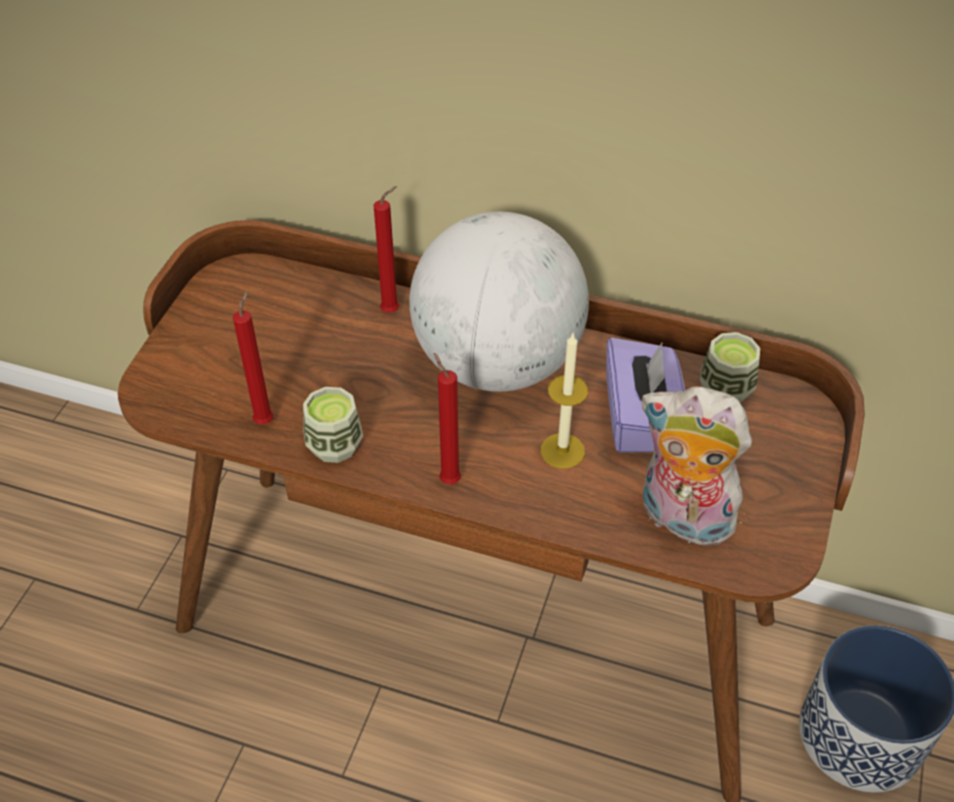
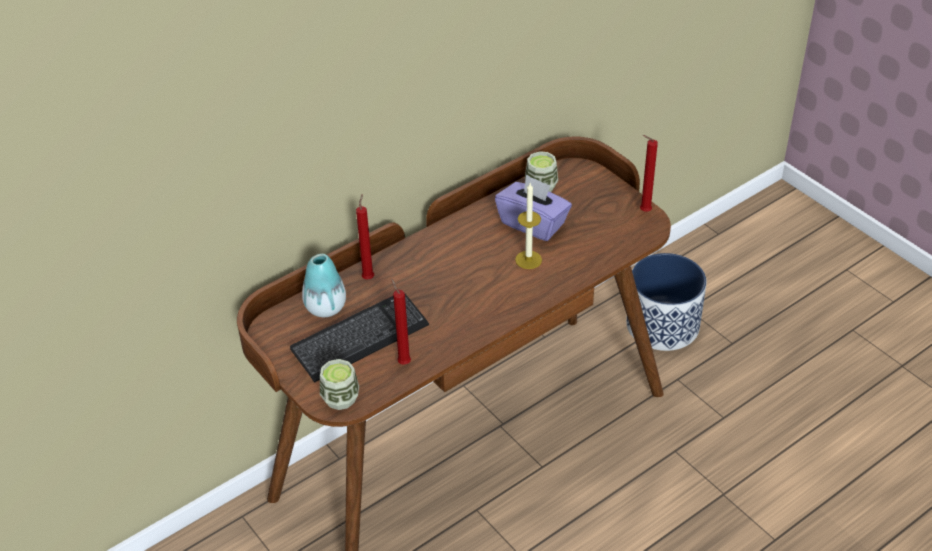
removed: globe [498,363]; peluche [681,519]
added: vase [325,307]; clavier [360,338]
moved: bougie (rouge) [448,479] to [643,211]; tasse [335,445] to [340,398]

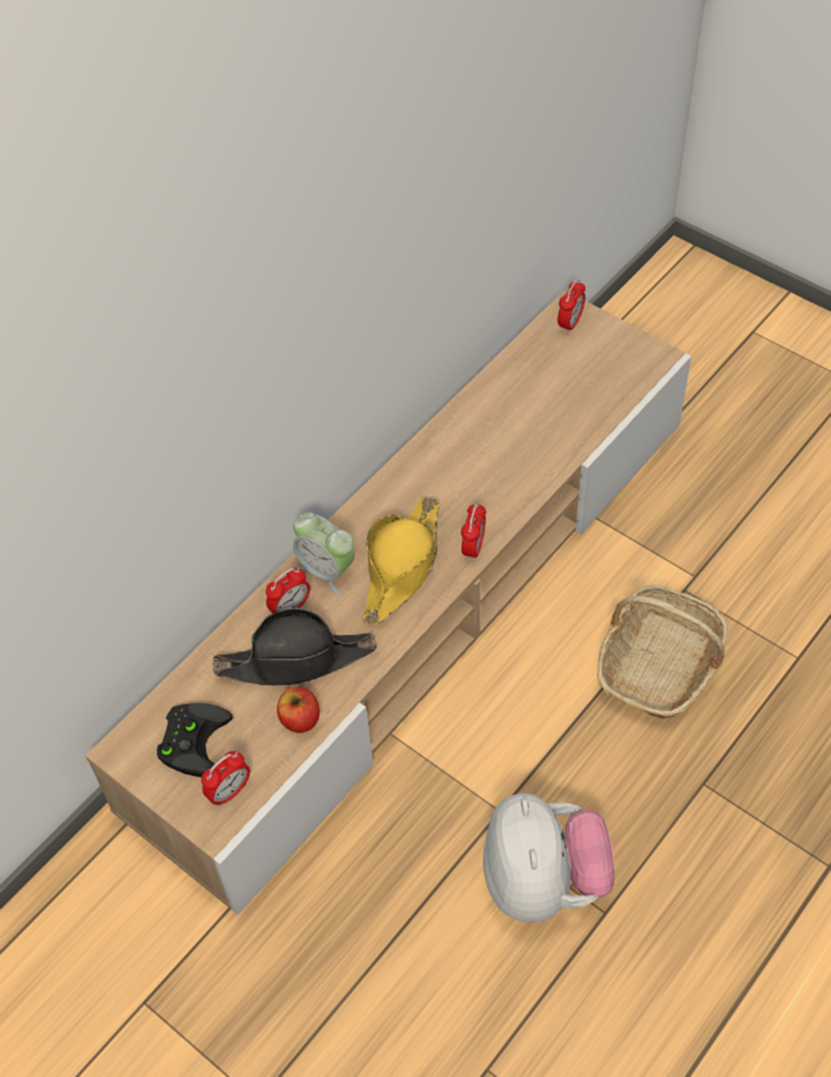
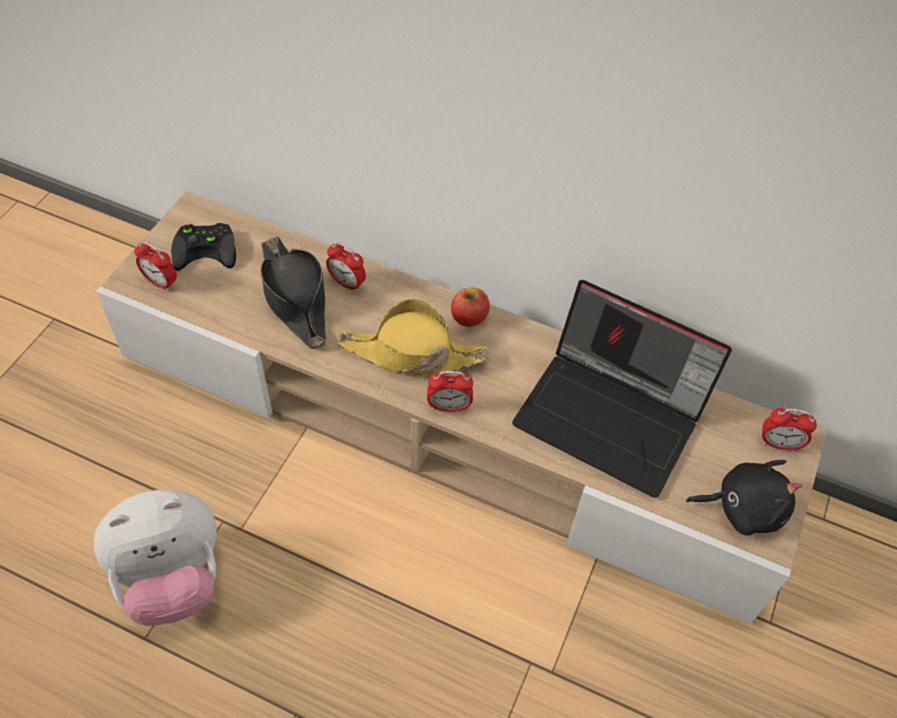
removed: réveil [326,570]; panier [658,666]
added: ordinateur portable [612,416]; peluche (noir) [743,508]
moved: pomme [300,719] to [469,317]

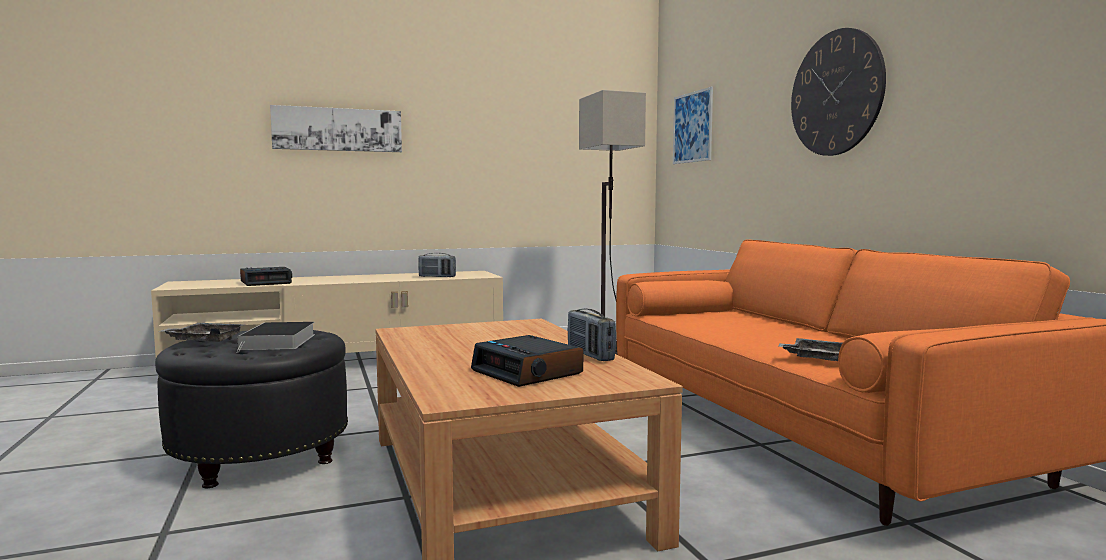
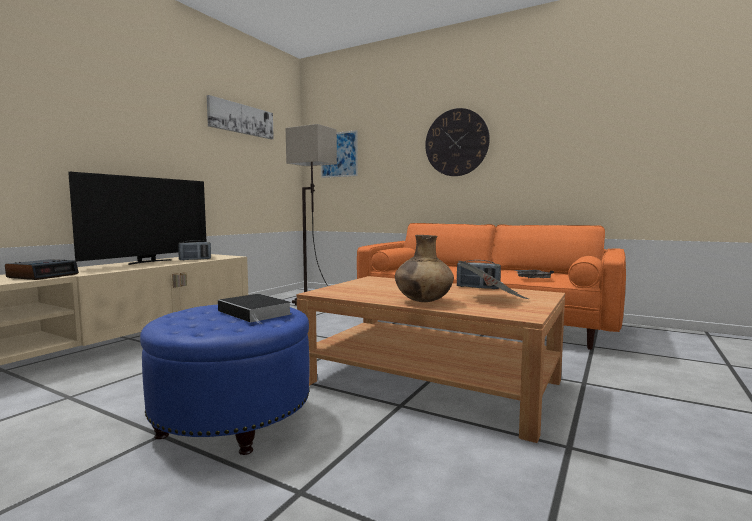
removed: plateau (gris) [205,341]
added: téléviseur [148,262]; vase (marron) [423,301]
moved: tableau [338,129] to [241,119]
replaced: réveil [528,372] to journal [492,299]
recoloured: pouf (noir) [260,456] to pouf (bleu) [233,420]

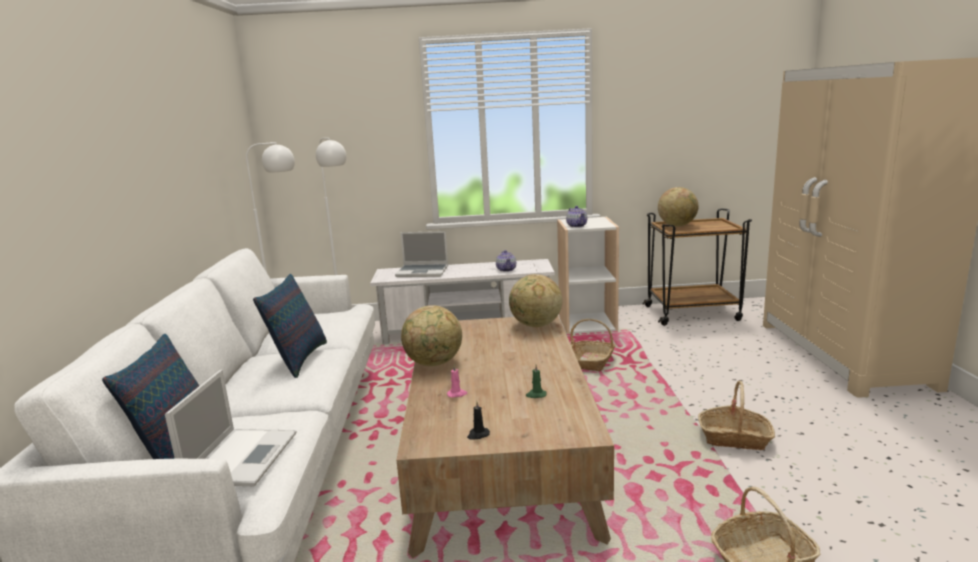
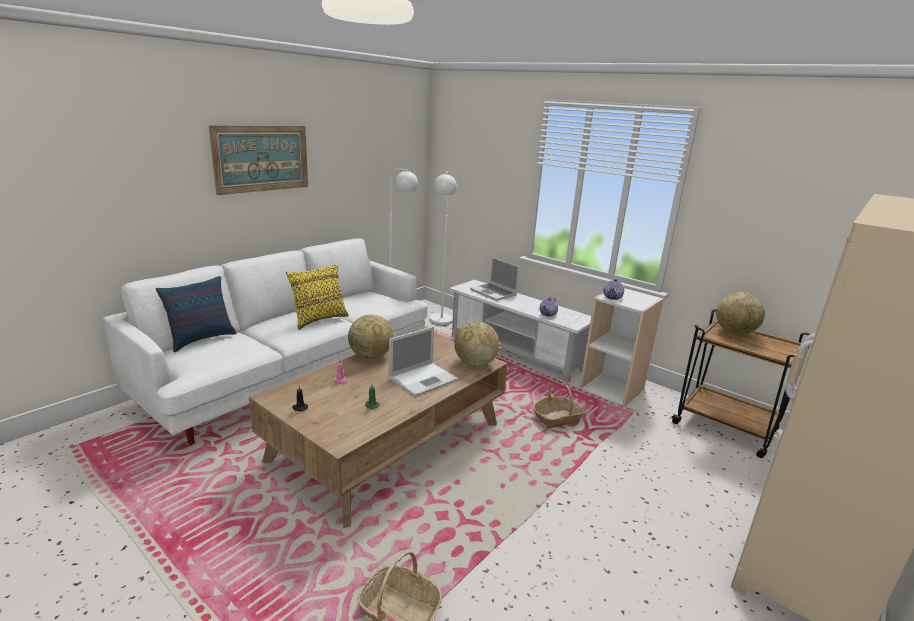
removed: panier [734,438]
added: tableau [262,158]
moved: ordinateur portable [242,456] to [424,378]
recoloured: coussin (bleu) [299,359] to coussin (jaune) [320,320]

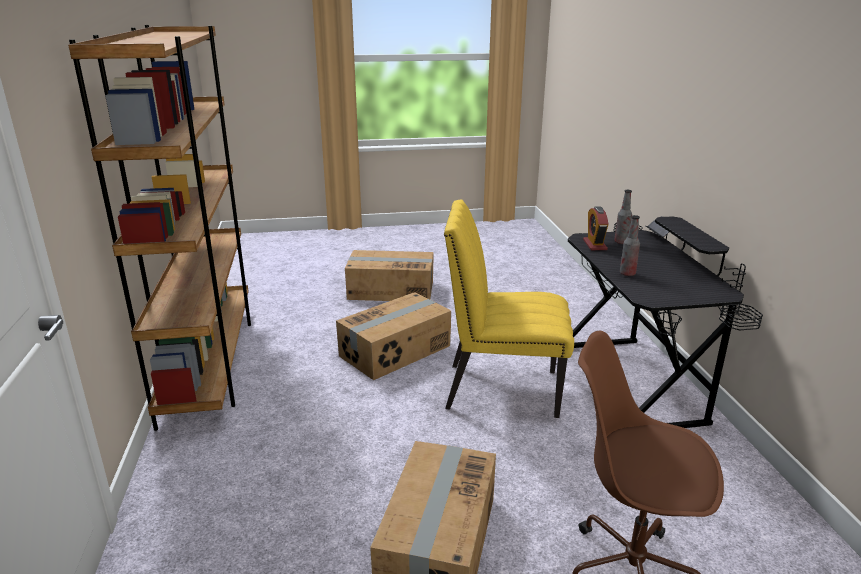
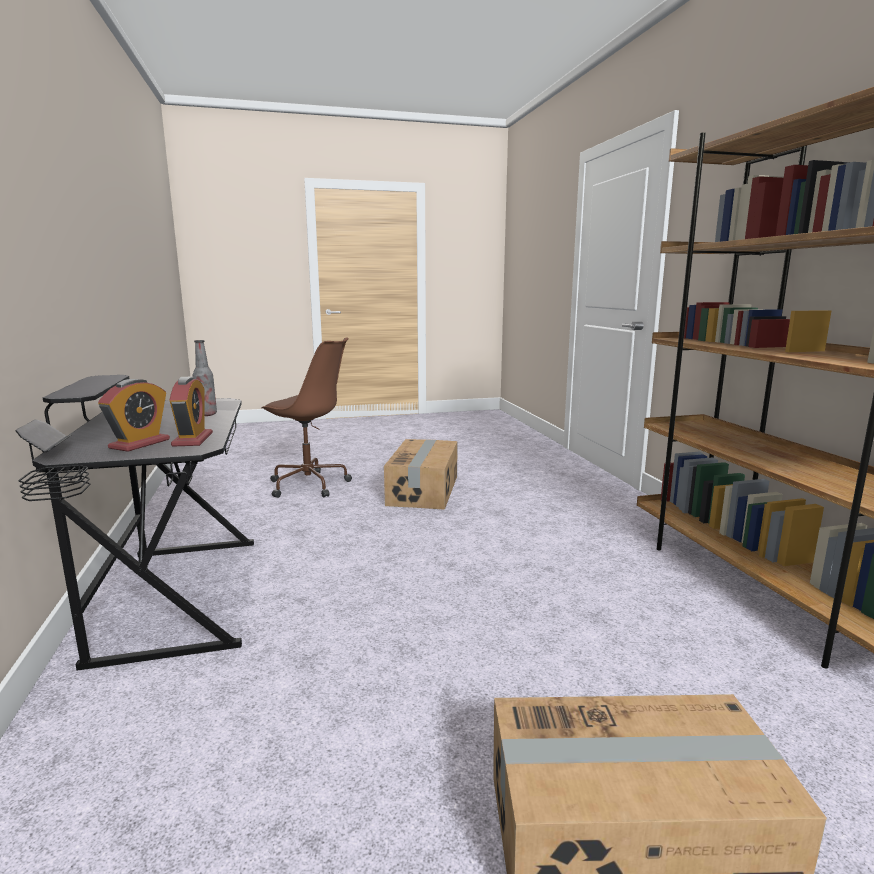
removed: chaise (jaune) [503,389]; carton [396,351]
replaced: bouteille [621,242] to réveil [140,444]

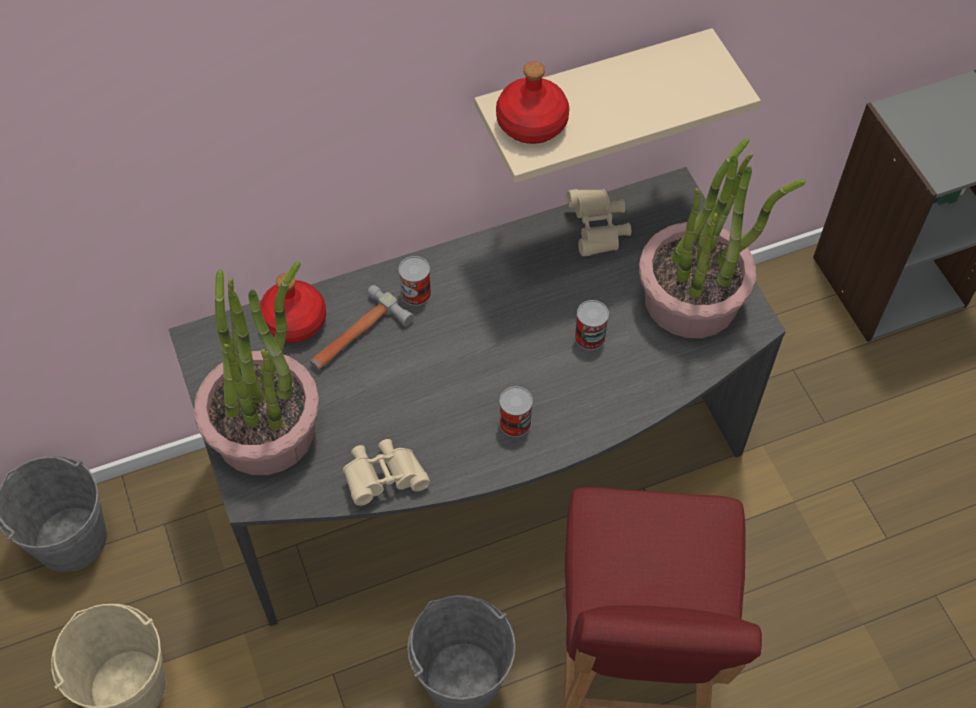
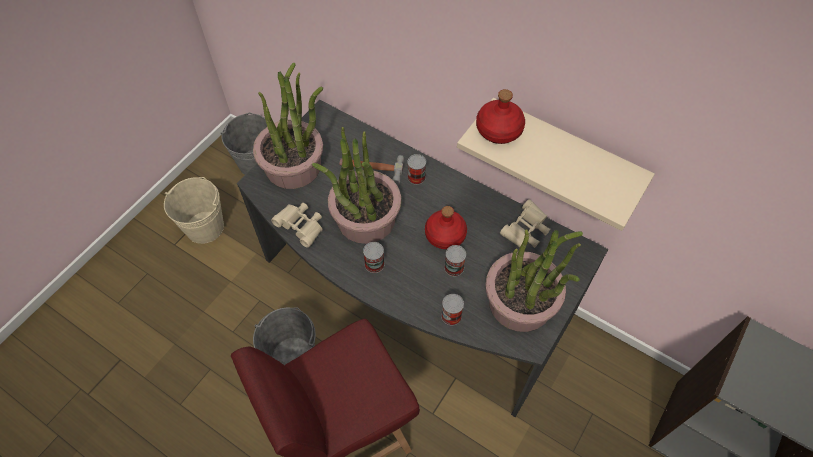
added: plante en pot [365,218]; boîte métallique [451,315]
moved: bouteille (rouge) [293,321] to [444,235]

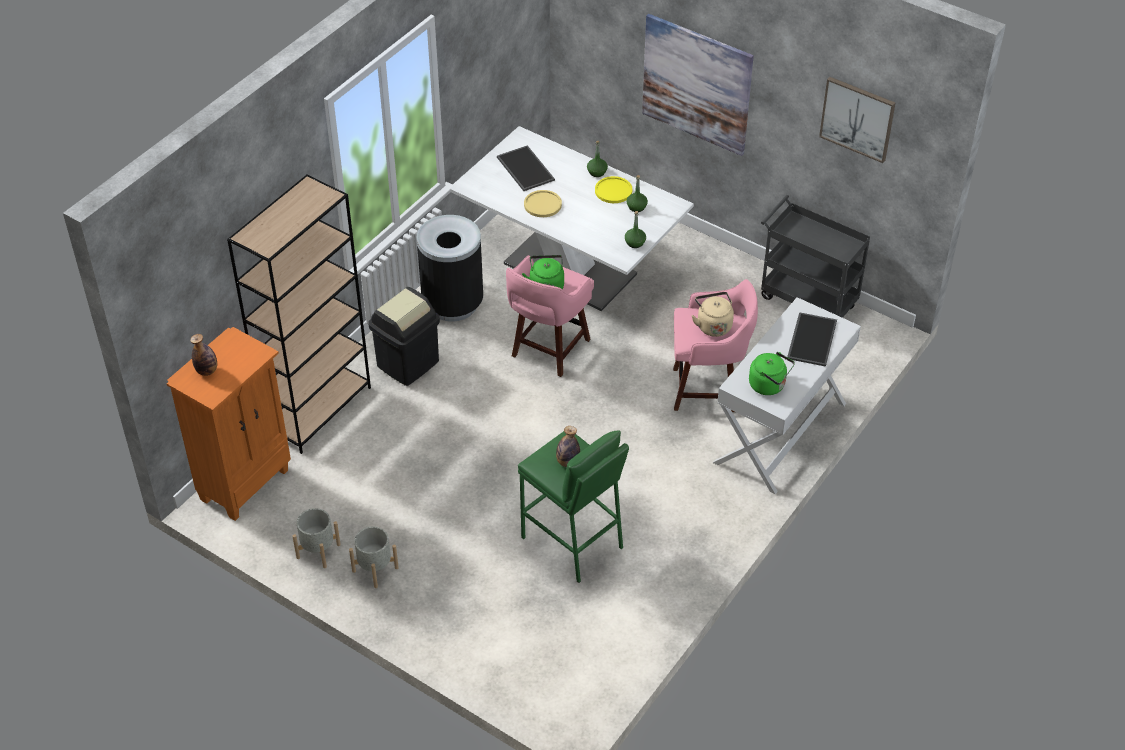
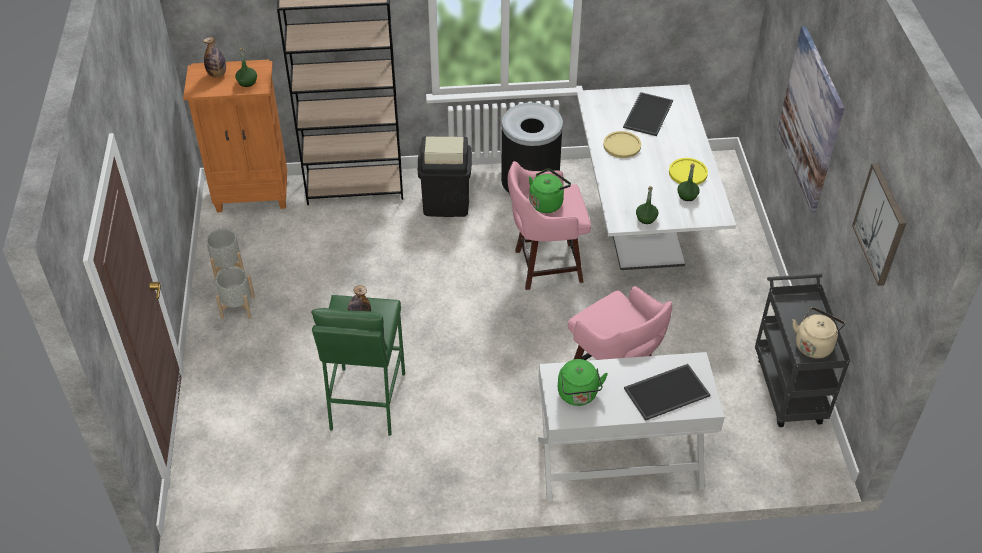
moved: bouteille (vert) [597,172] to [247,82]; bouilloire (beige) [713,325] to [814,344]

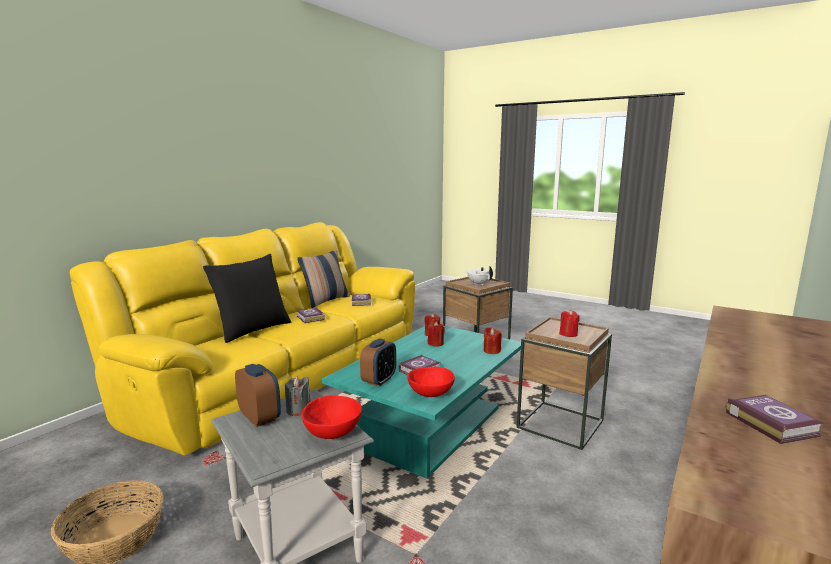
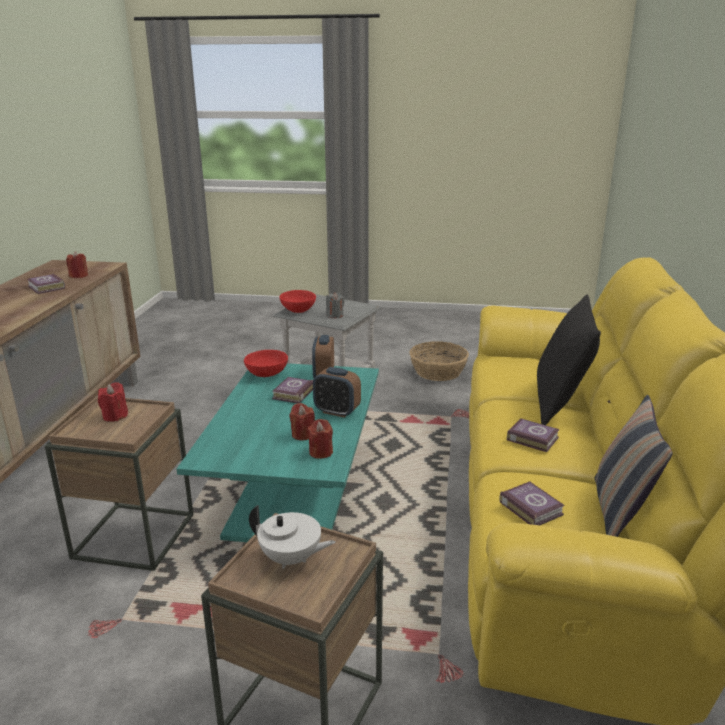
moved: bougie (rouge) [491,351] to [79,276]; réveil [259,417] to [337,411]

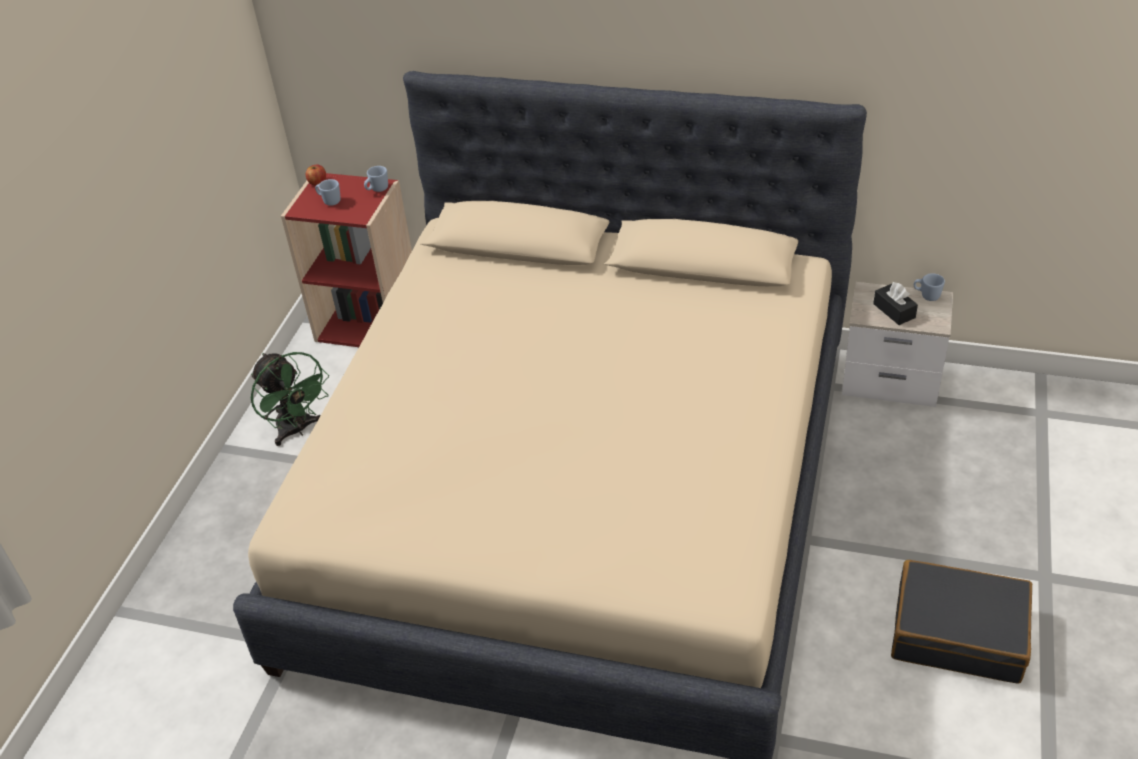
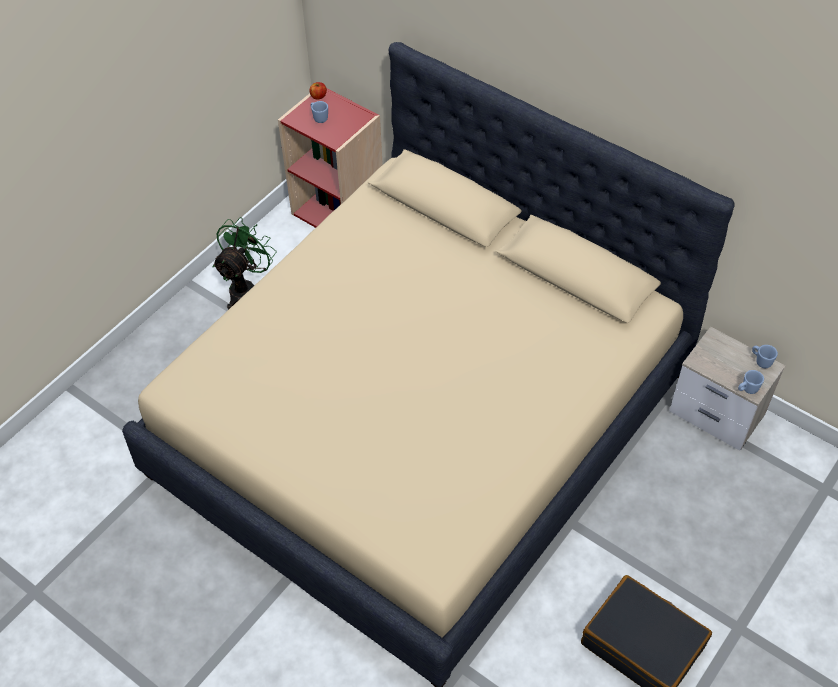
removed: boîte à mouchoirs (noir) [894,311]
moved: mug (bleu) [377,190] to [747,389]
turned: ventilateur (vert) [297,430] = [246,287] 135 degrees counterclockwise

